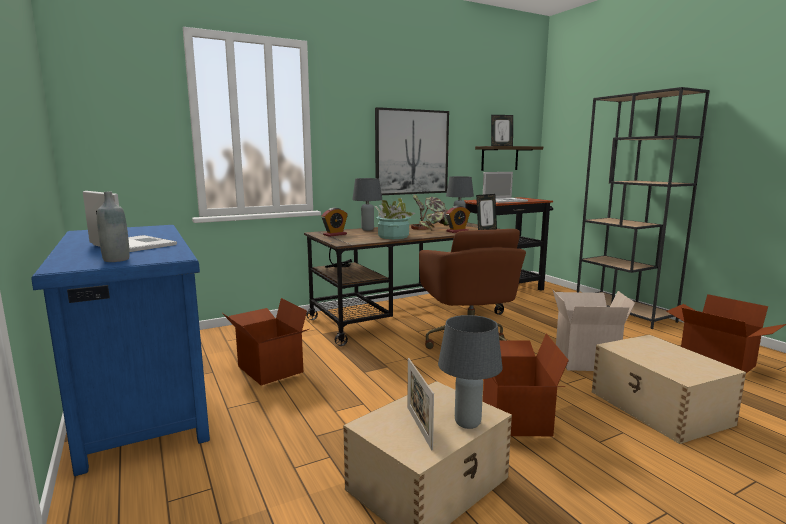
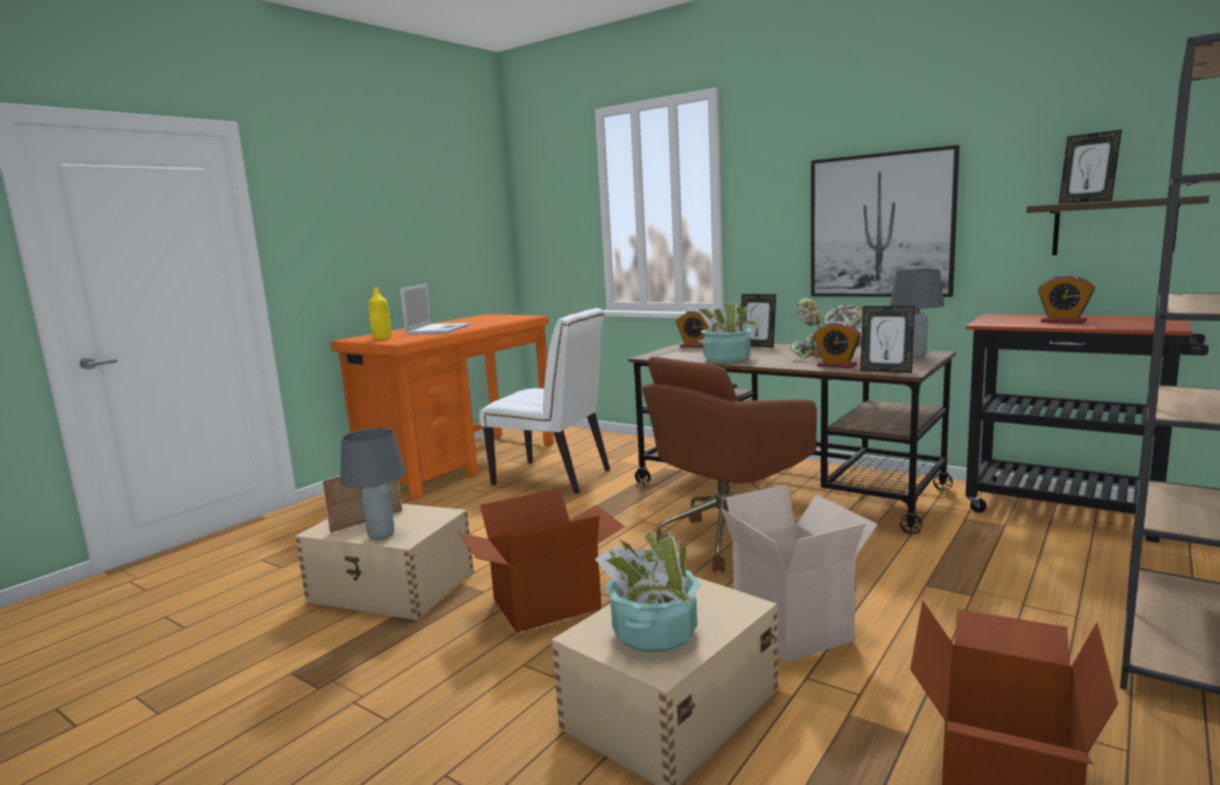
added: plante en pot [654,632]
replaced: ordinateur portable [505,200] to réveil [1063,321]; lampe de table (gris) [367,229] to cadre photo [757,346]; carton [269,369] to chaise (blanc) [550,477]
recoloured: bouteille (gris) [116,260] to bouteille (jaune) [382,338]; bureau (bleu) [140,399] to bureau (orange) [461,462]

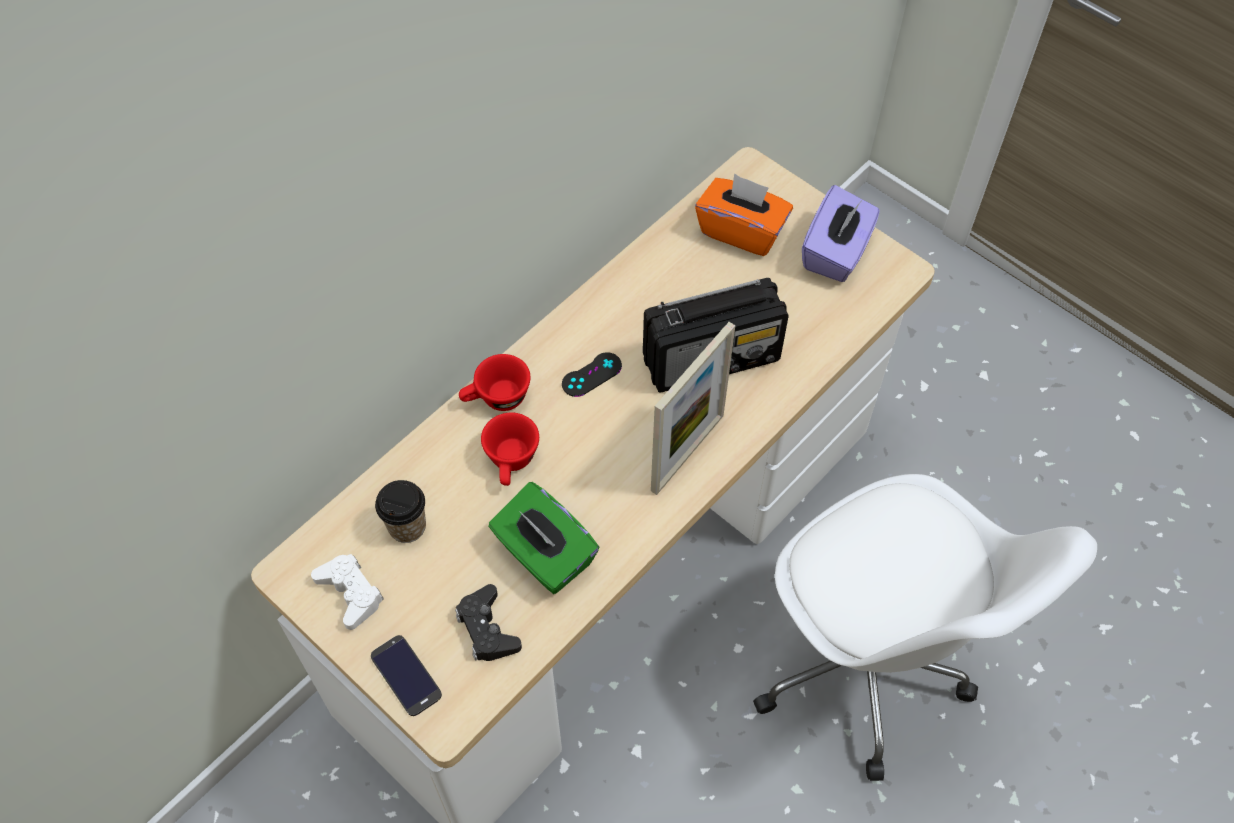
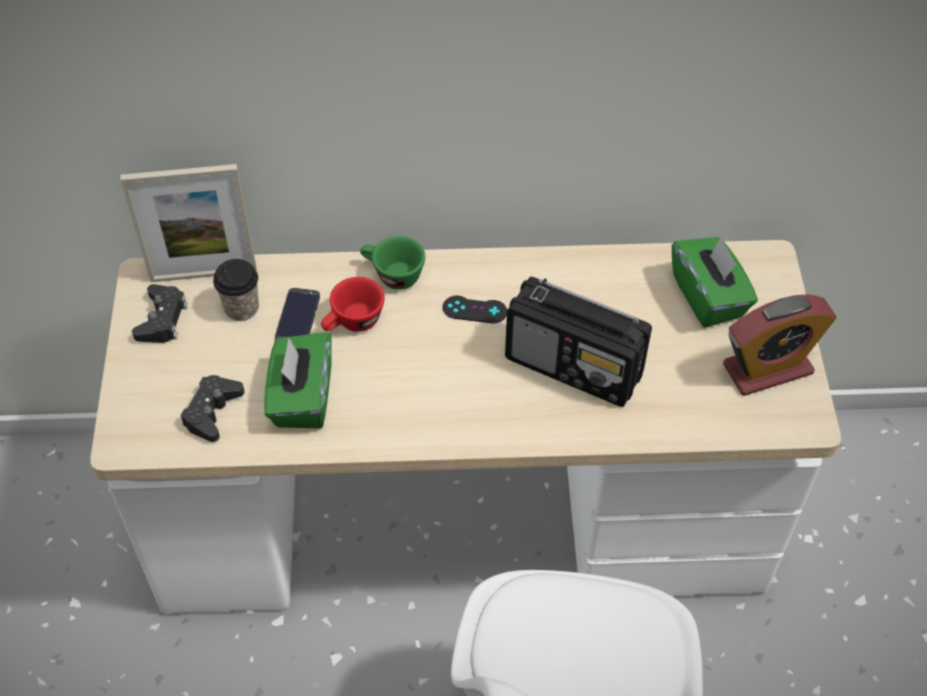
moved: cadre photo [687,452] to [203,274]; téléphone [406,675] to [297,317]
replaced: boîte à mouchoirs (violet) [836,253] to réveil [767,369]
recoloured: boîte à mouchoirs (orange) [741,231] to boîte à mouchoirs (vert) [708,297]; tasse (rouge) [496,399] to tasse (vert) [392,275]; manette (blanc) [350,593] to manette (noir) [162,319]

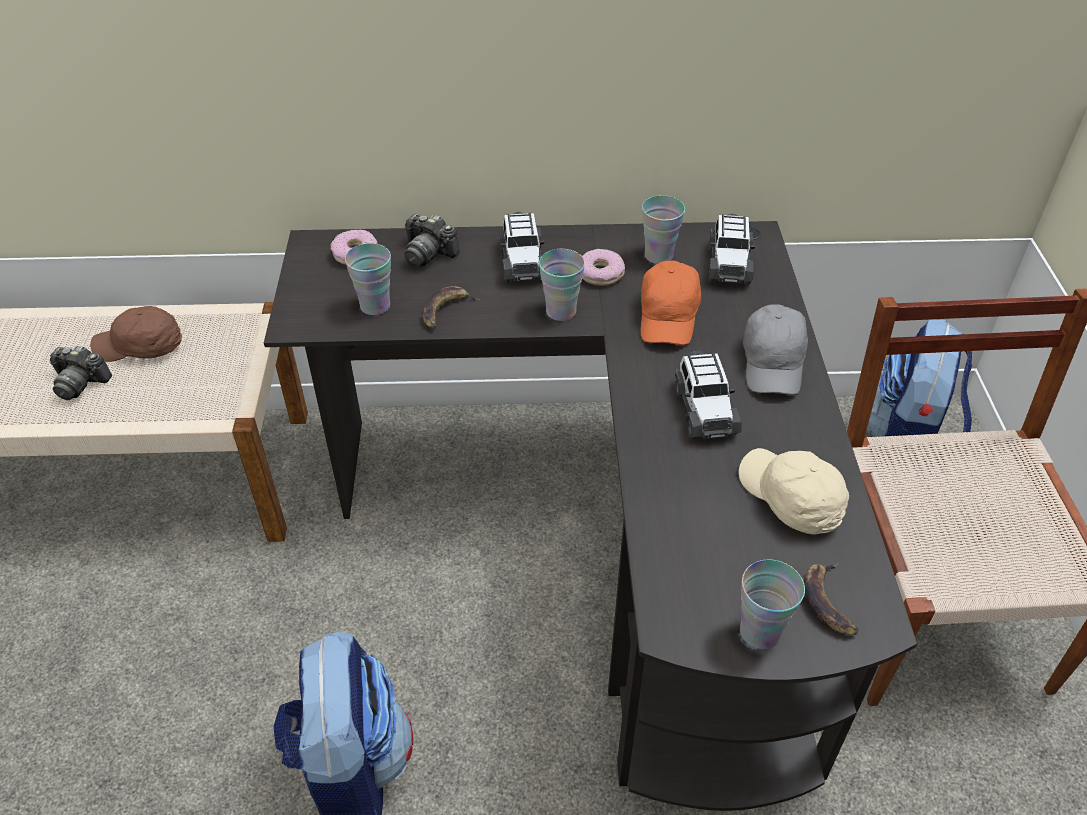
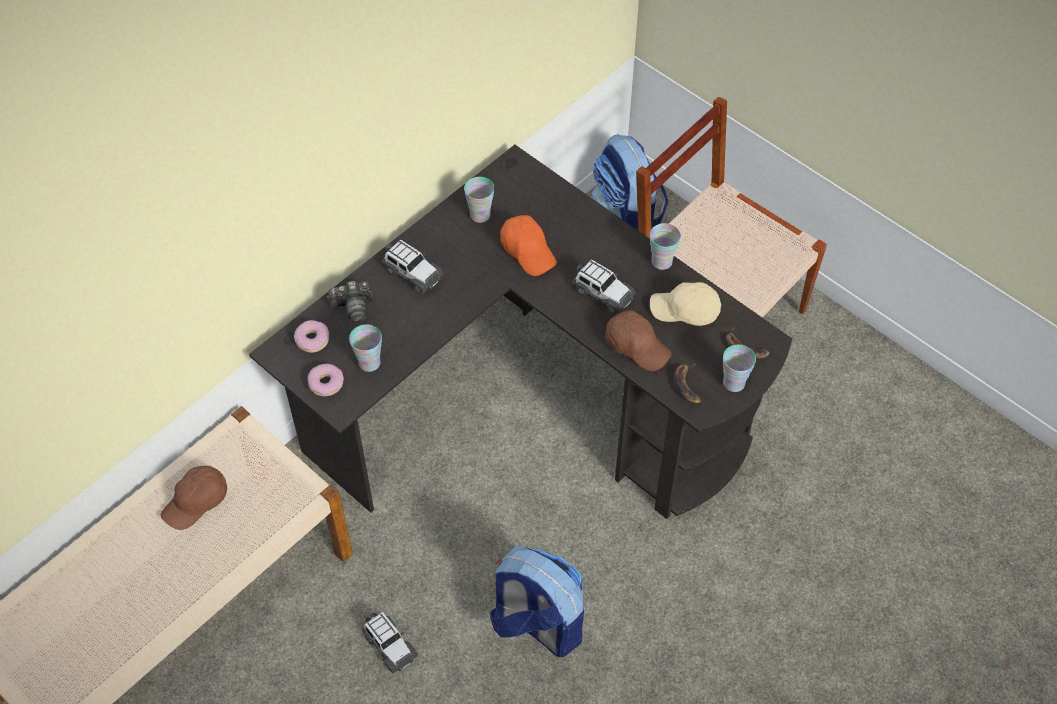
removed: casquette (gris) [773,362]; appareil photo [80,382]
added: casquette (marron) [636,346]
moved: petite voiture [729,263] to [389,646]; tasse [561,311] to [661,261]; beignet [600,273] to [326,383]; banane [446,311] to [688,385]

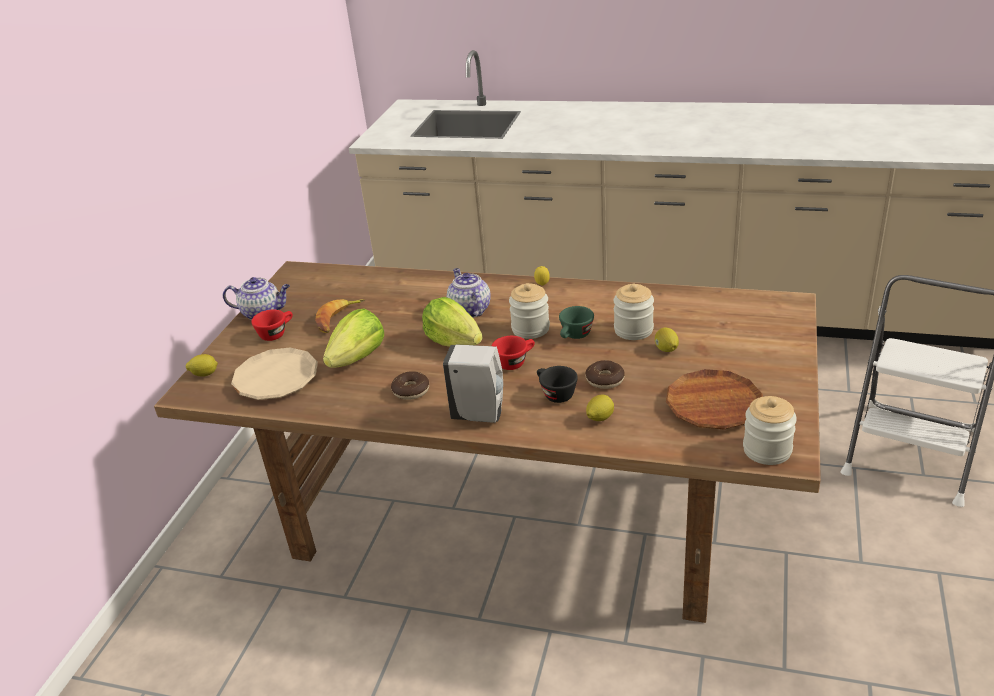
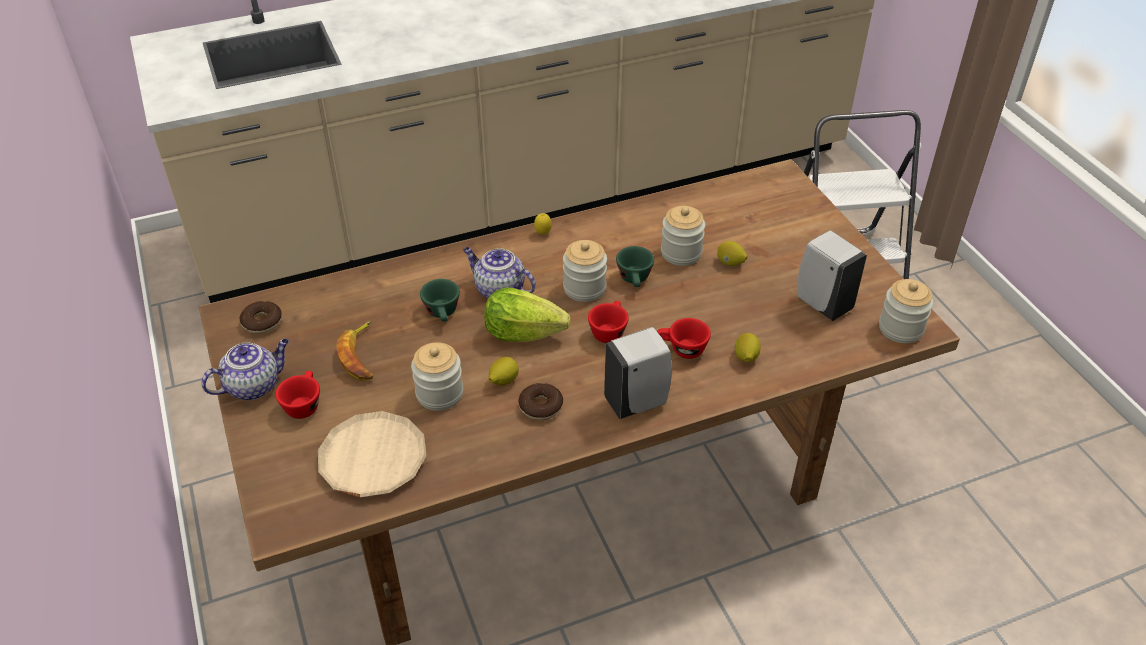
added: tasse (vert) [443,314]
moved: citron [205,374] to [503,380]; beignet [605,380] to [262,322]
replaced: laitue [358,358] to bocal [439,394]; assiette (marron) [713,405] to distributeur de savon (blanc) [822,303]
recoloured: tasse (noir) [554,394] to tasse (rouge) [681,349]

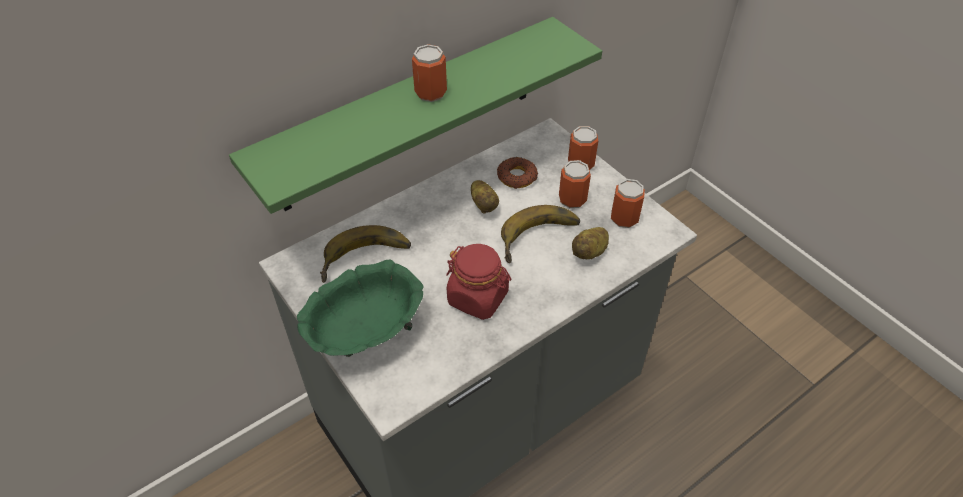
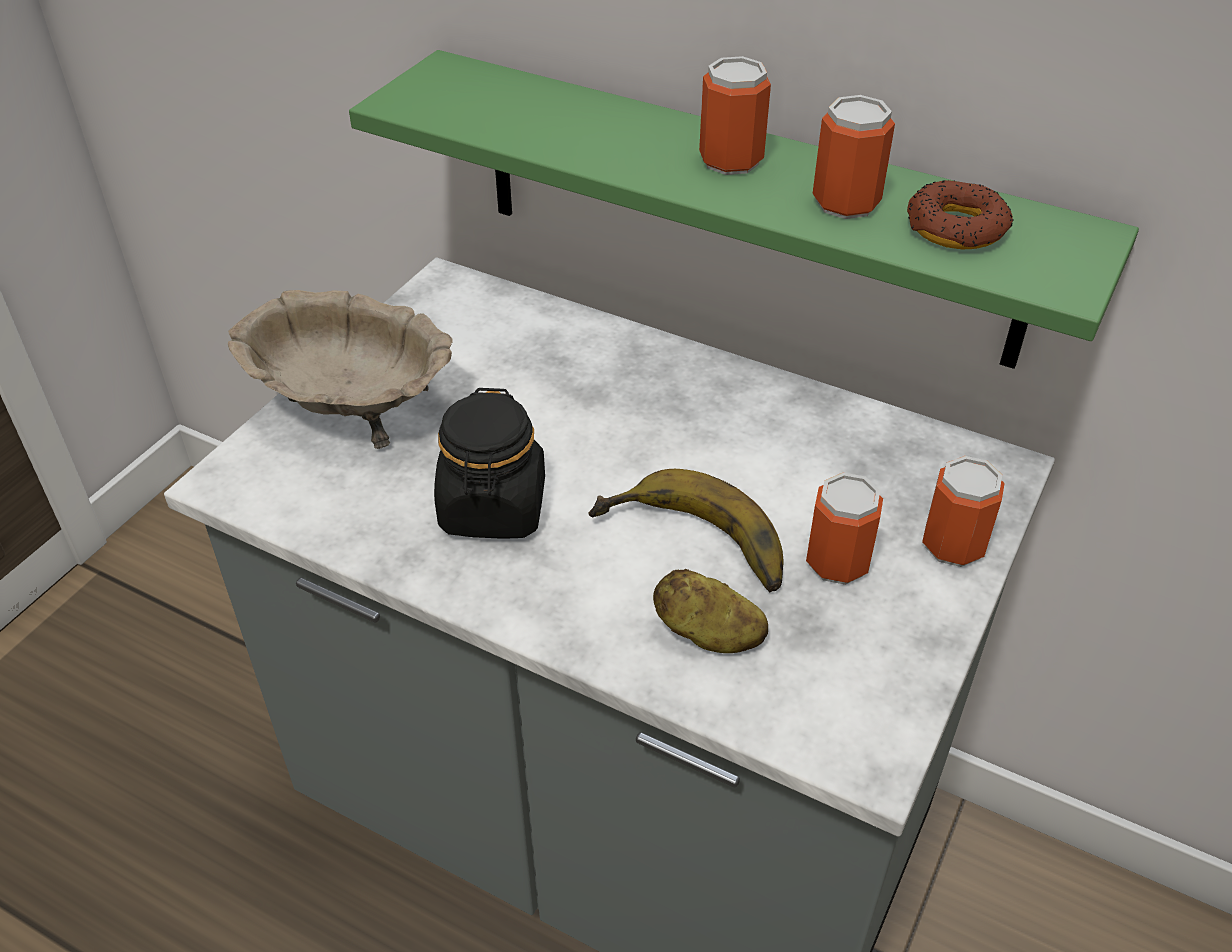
removed: pomme de terre [484,204]; banane [367,261]
moved: beignet [517,177] to [956,228]; boîte métallique [624,218] to [846,203]
recoloured: bocal (rouge) [478,297] to bocal (noir) [493,508]; bol (vert) [366,333] to bol (beige) [351,406]

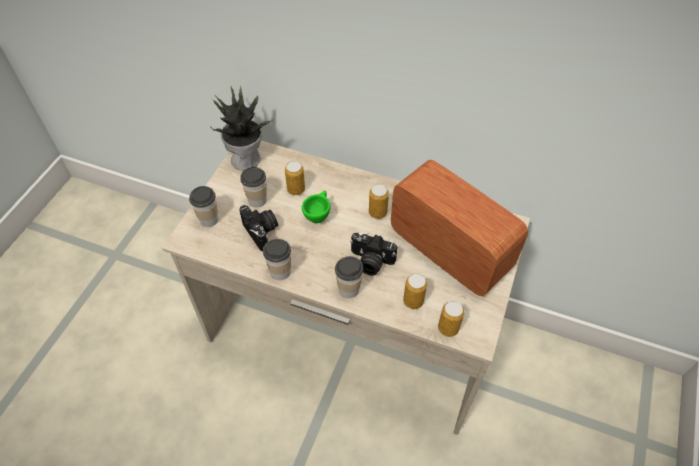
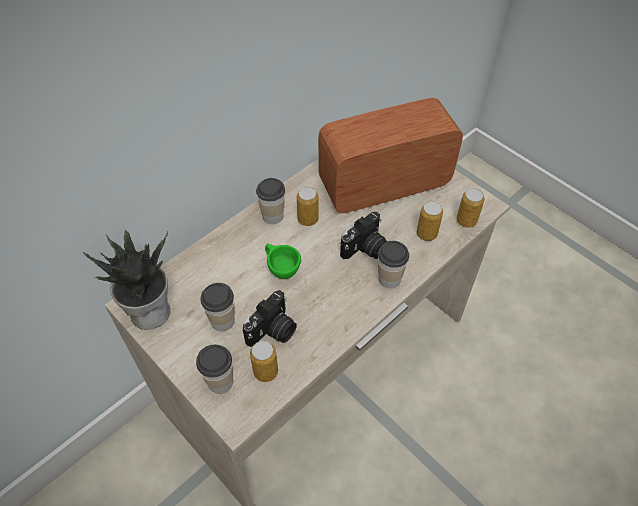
moved: boîte métallique [296,189] to [265,372]; tasse [280,271] to [273,216]
turned: appareil photo [262,232] = [273,331] 135 degrees clockwise

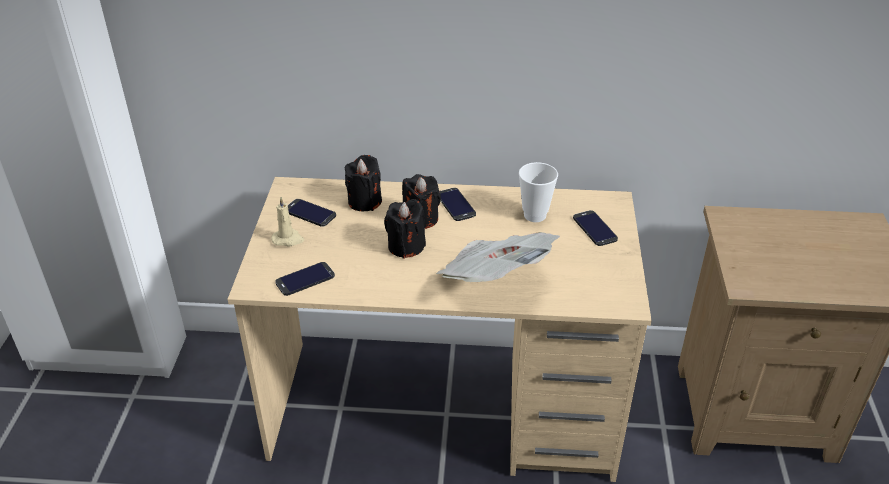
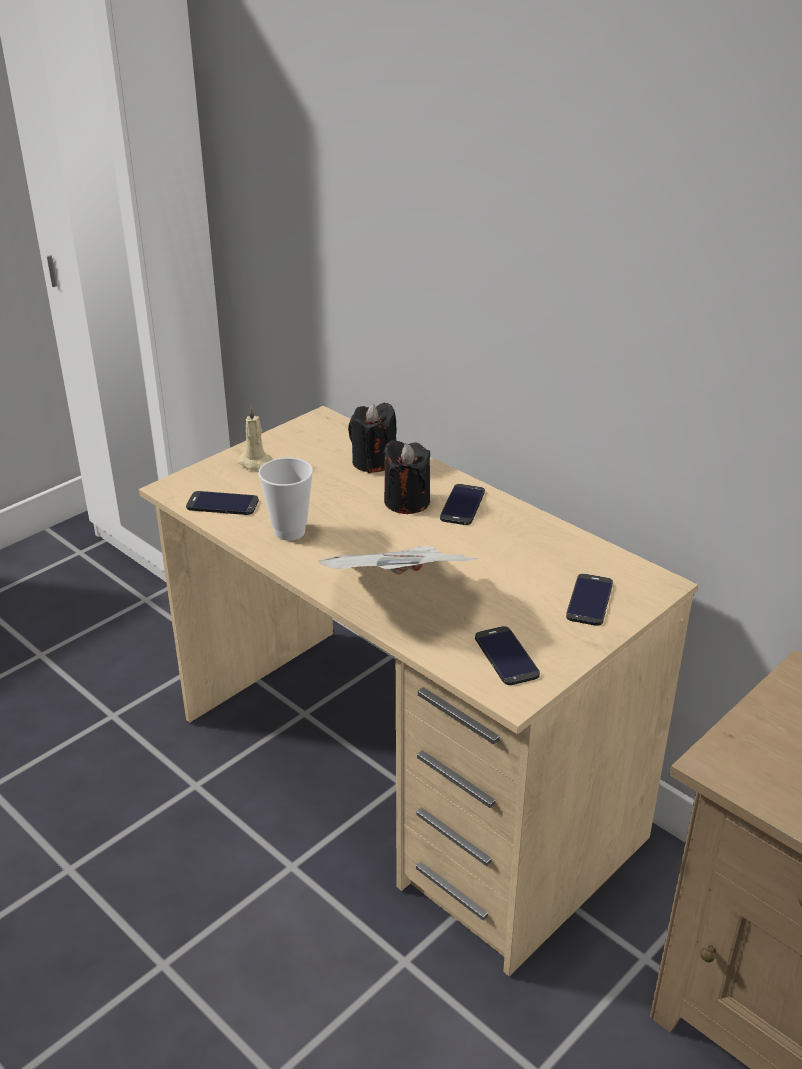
removed: bougie (noir) [406,246]
moved: tasse [535,215] to [289,532]; téléphone [310,213] to [506,656]

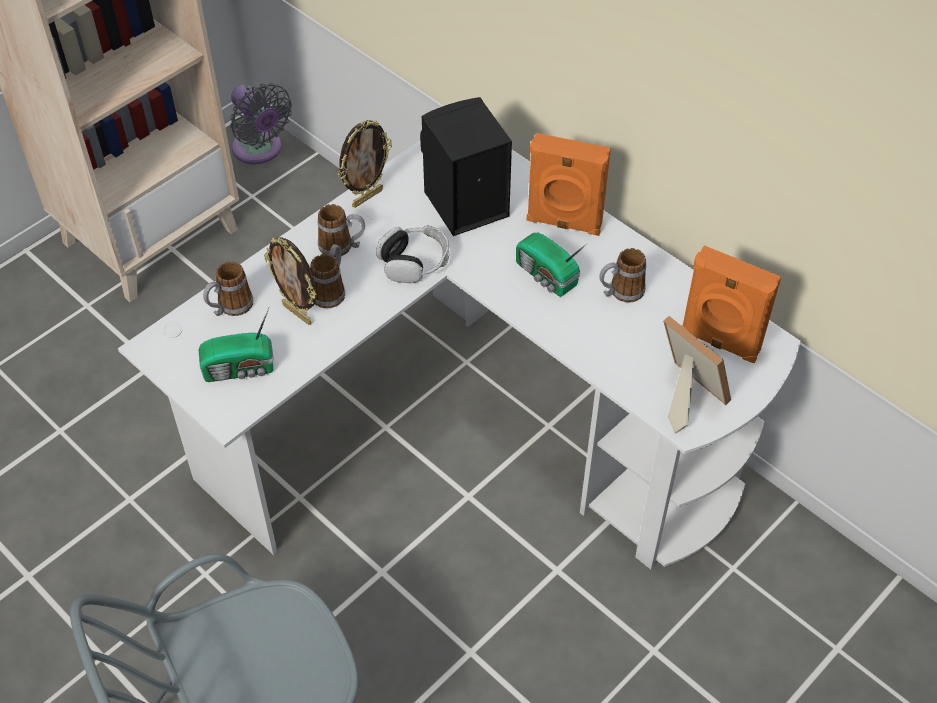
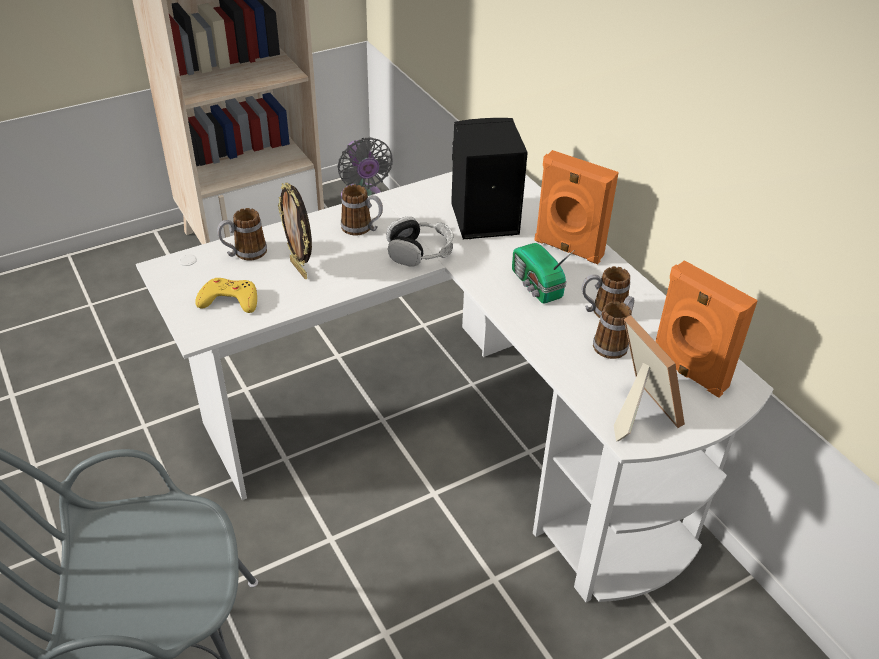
removed: cadre photo [367,197]
moved: mug [331,290] to [613,343]
replaced: radio [241,369] to manette (jaune) [229,300]

